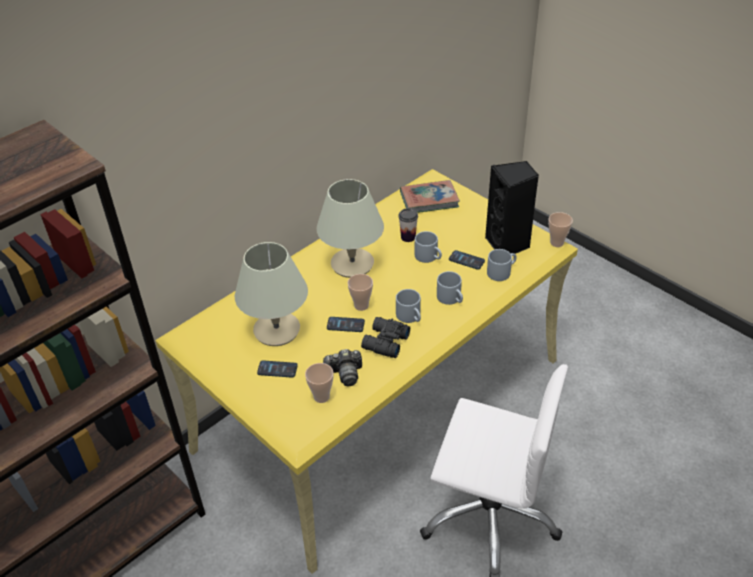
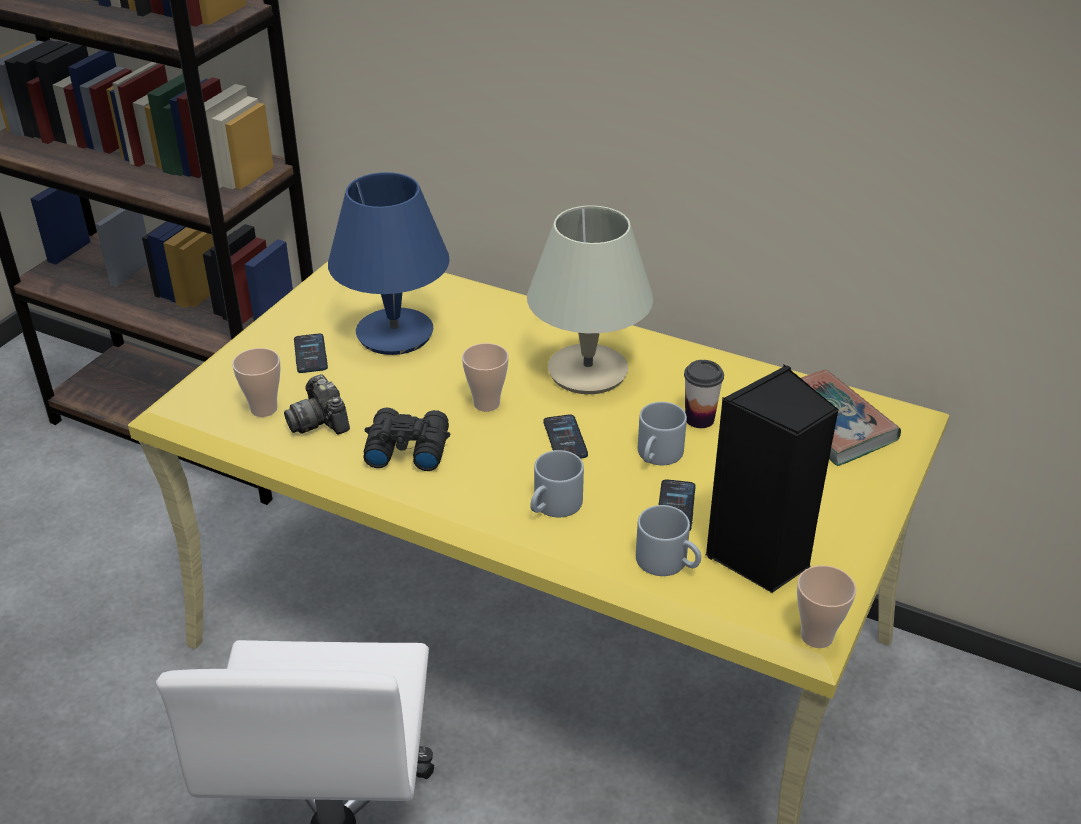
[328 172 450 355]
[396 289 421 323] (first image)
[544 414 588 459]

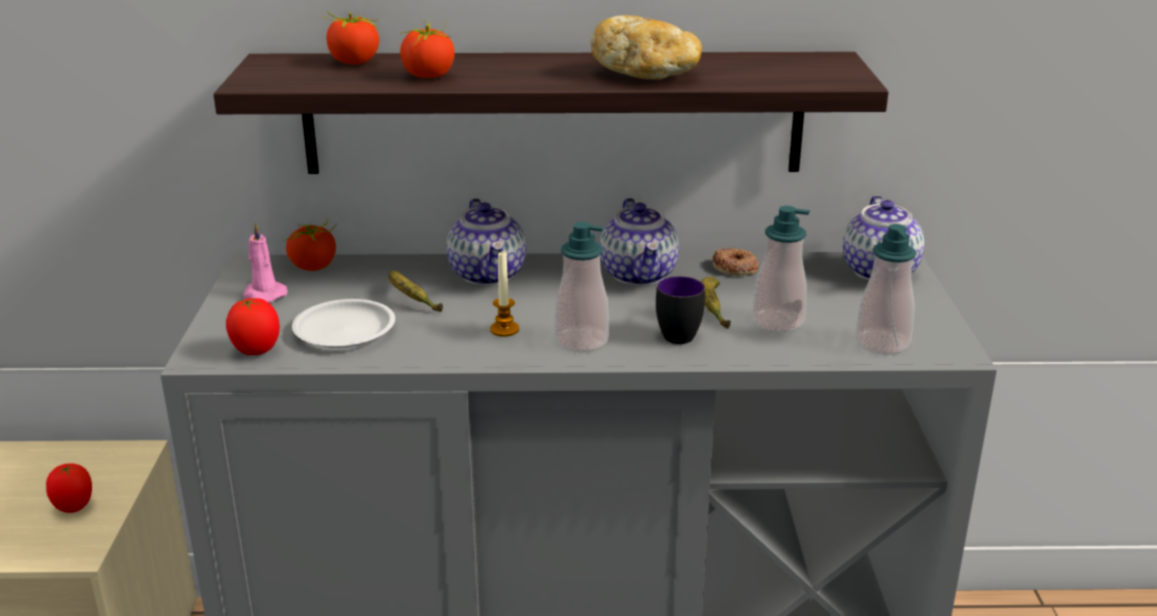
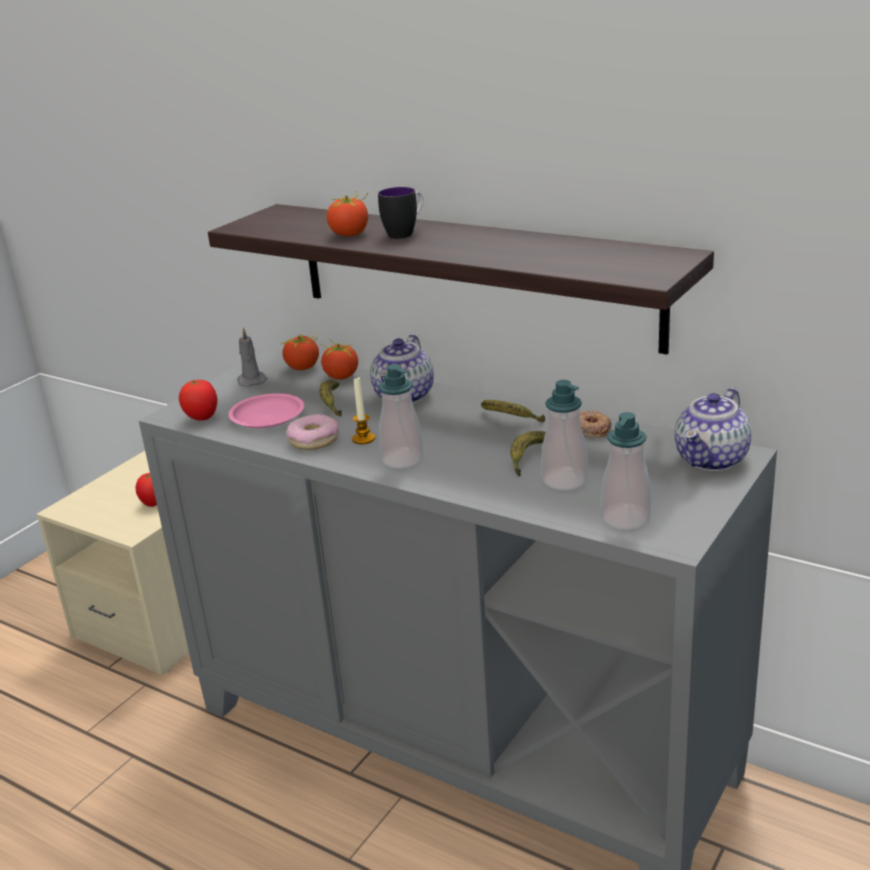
[319 338 358 380]
[591 15 702 80] (first image)
[481 400 545 422]
[237 327 268 387]
[378 187 423 239]
[229 393 304 428]
[286 414 339 450]

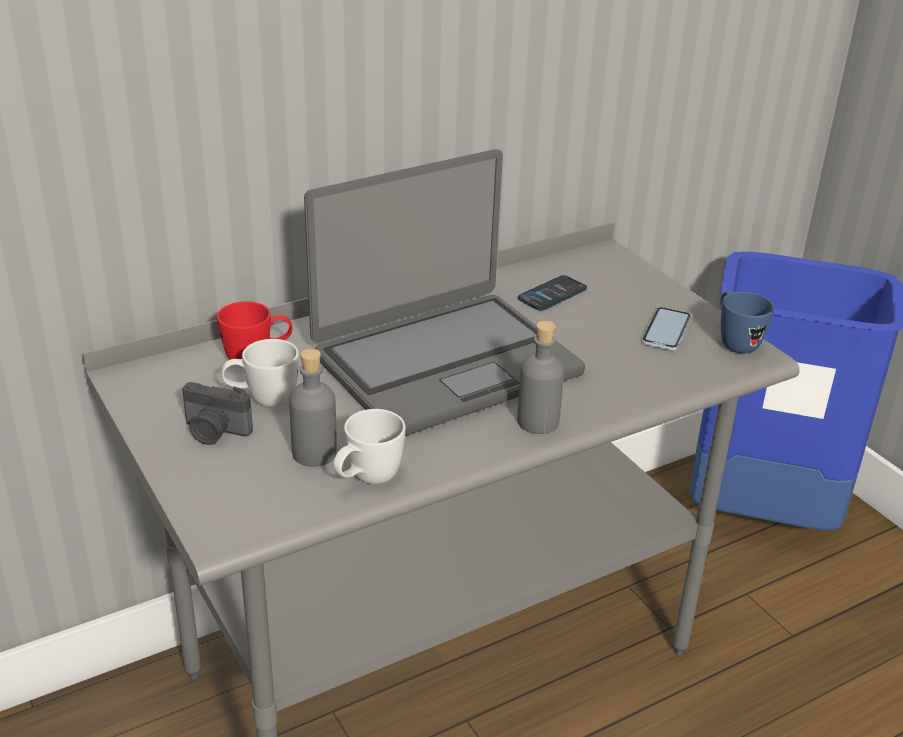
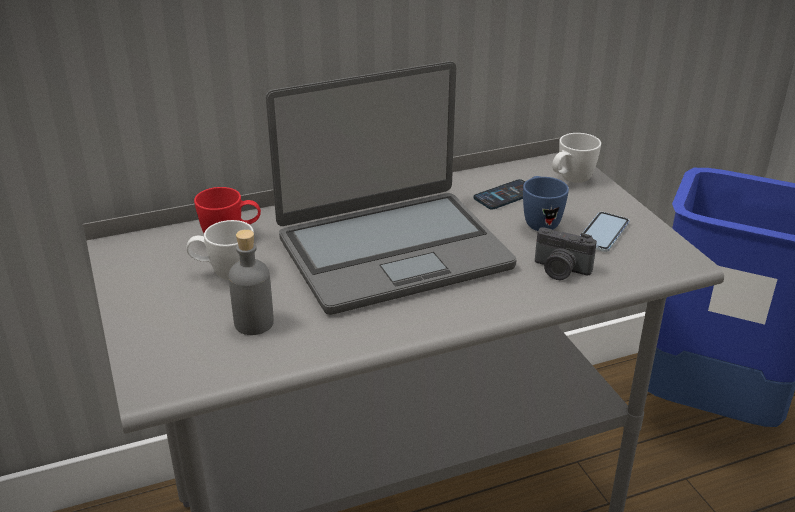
[523 176 569 231]
[517 321 564 434] (first image)
[535 227 597 280]
[552 133 601 183]

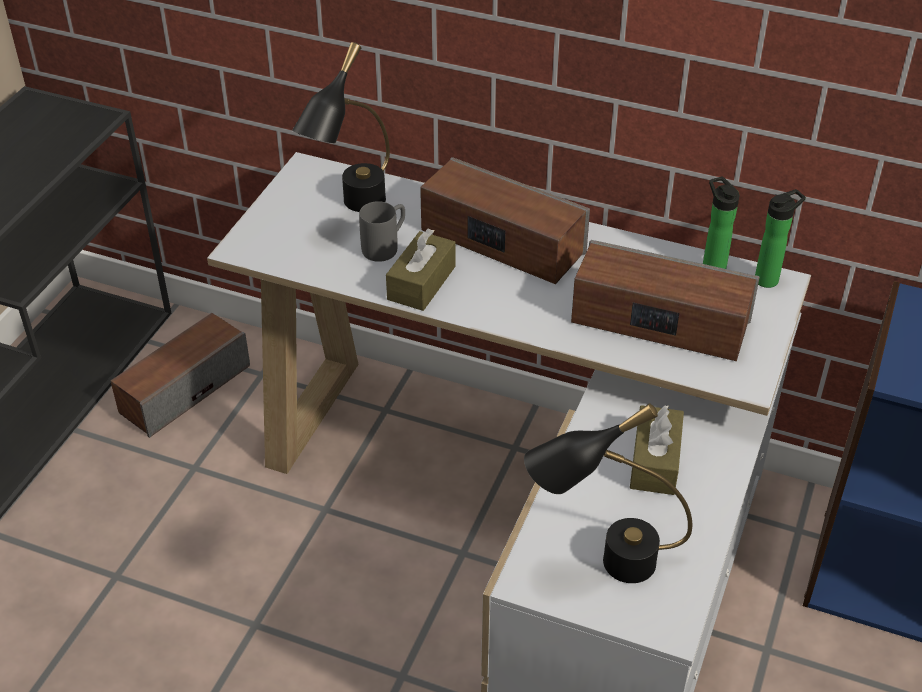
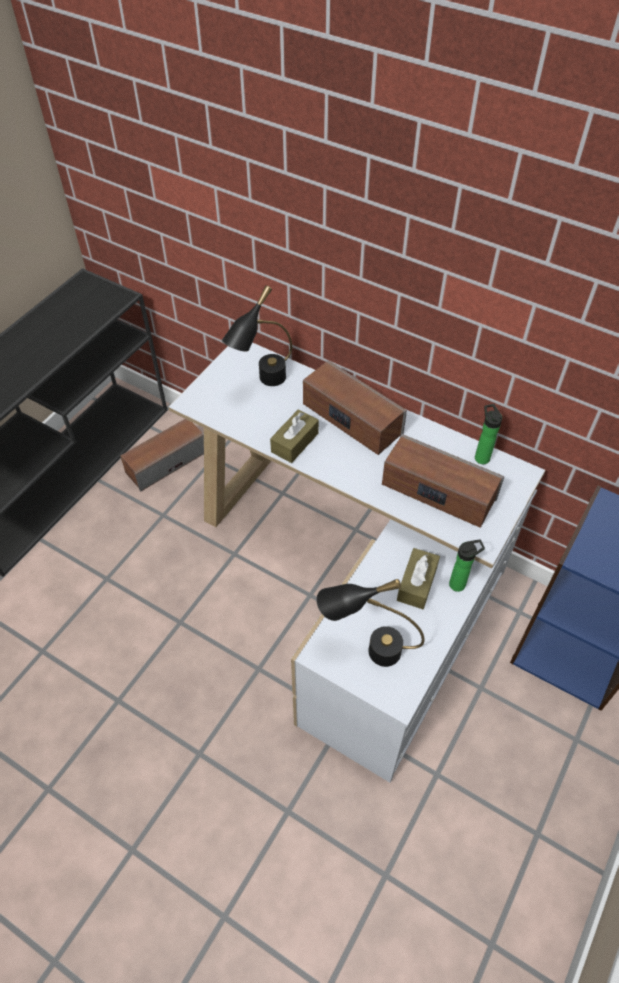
[449 539 485 592]
[359 201 405 262] (first image)

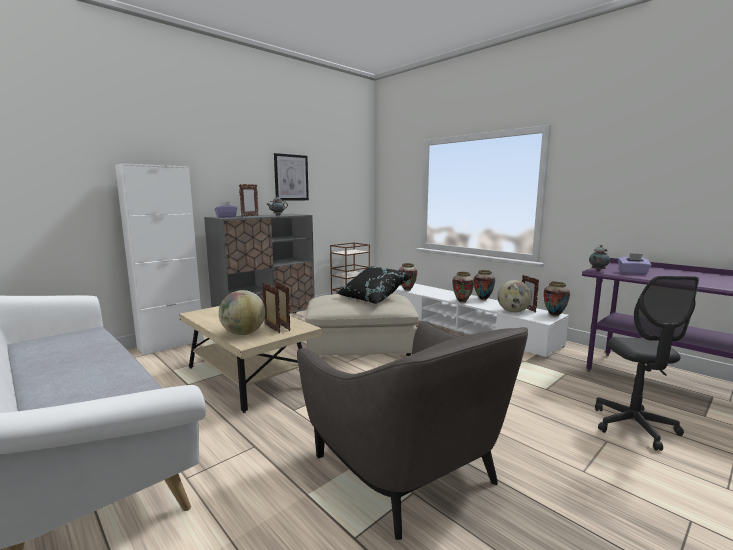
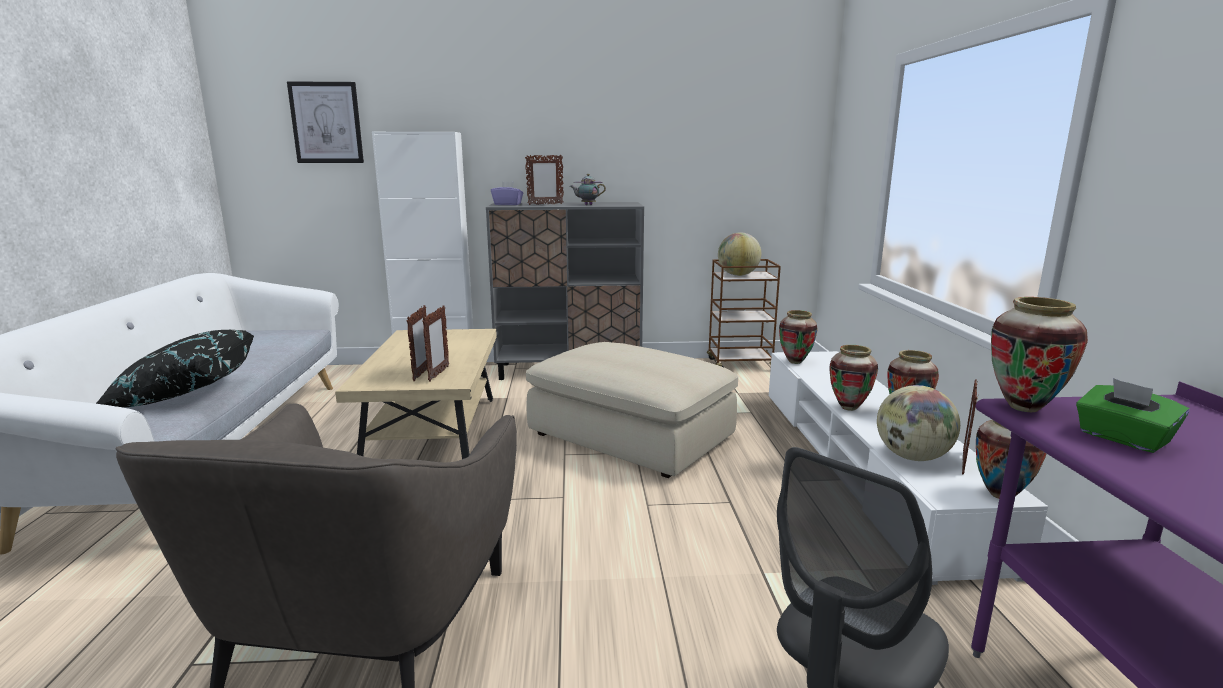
[287 81 364 163]
[991 297 1088 412]
[1076 378 1189 453]
[96 330 254 408]
[718 232 761 276]

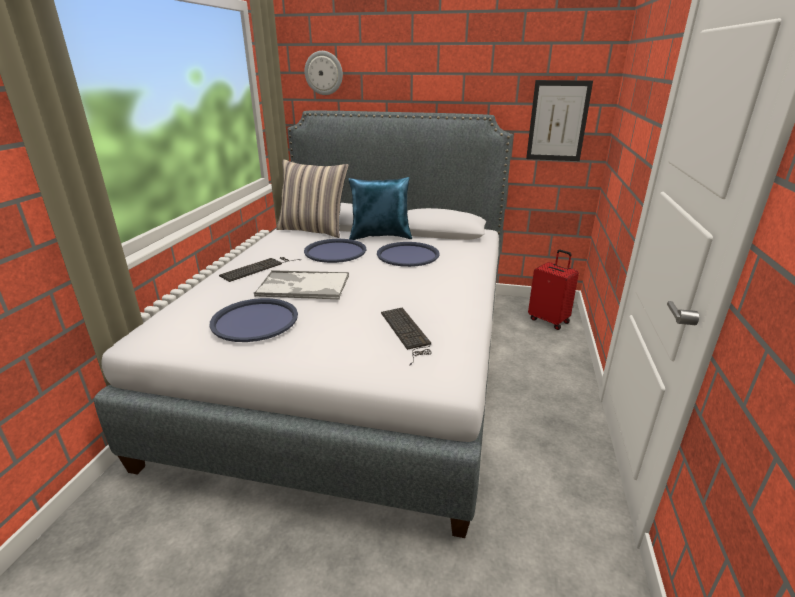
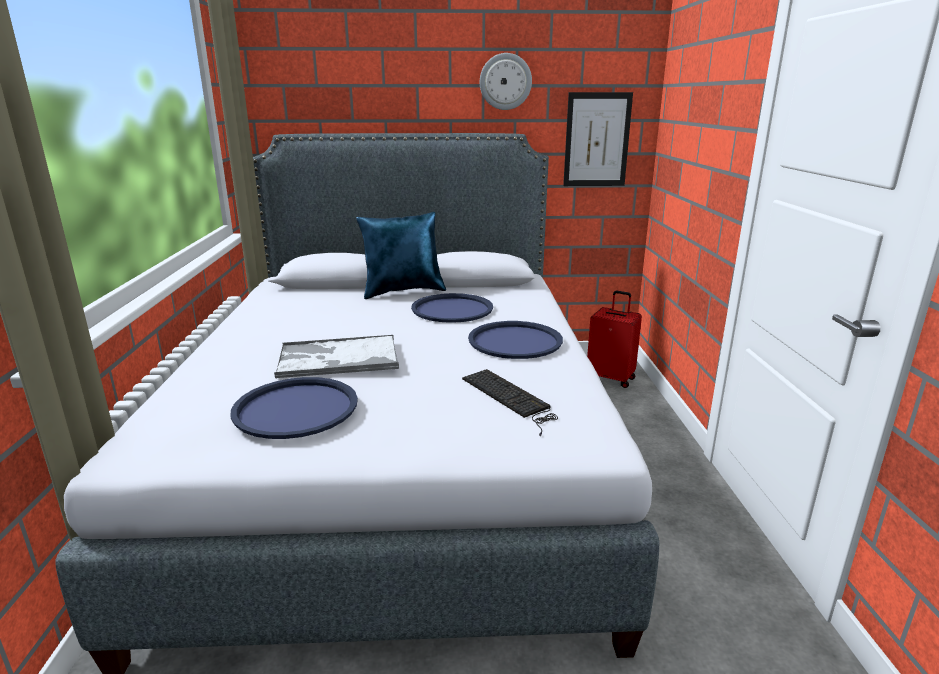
[480 53 532 110]
[276 159 349 238] (first image)
[468 321 563 359]
[219 257 301 282] (first image)

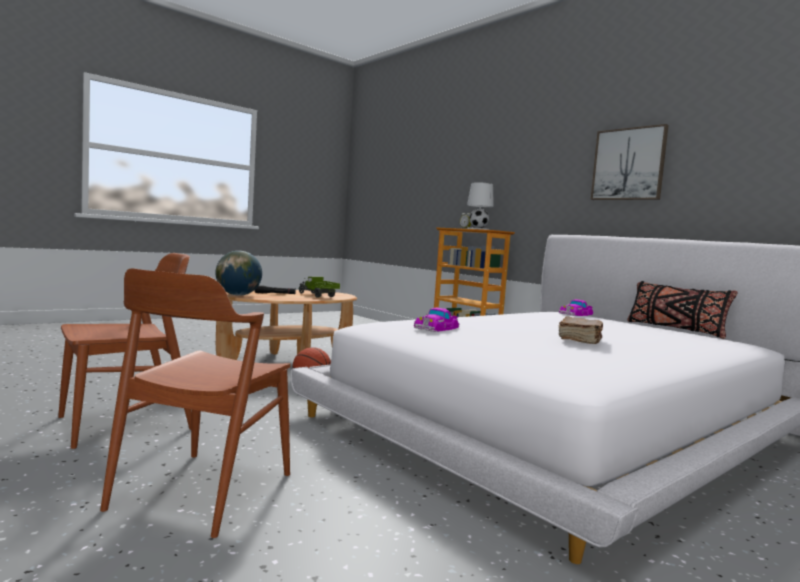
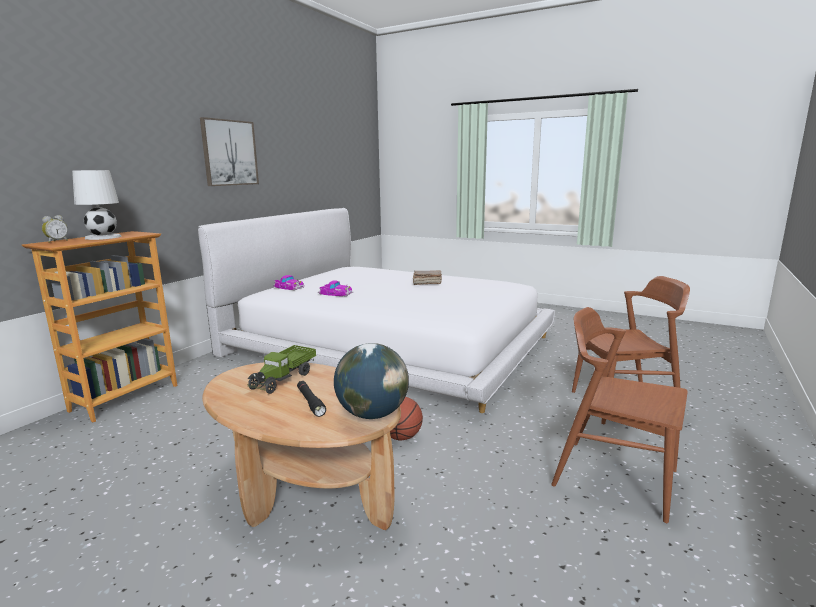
[627 281 738 339] (first image)
[318 281 353 296]

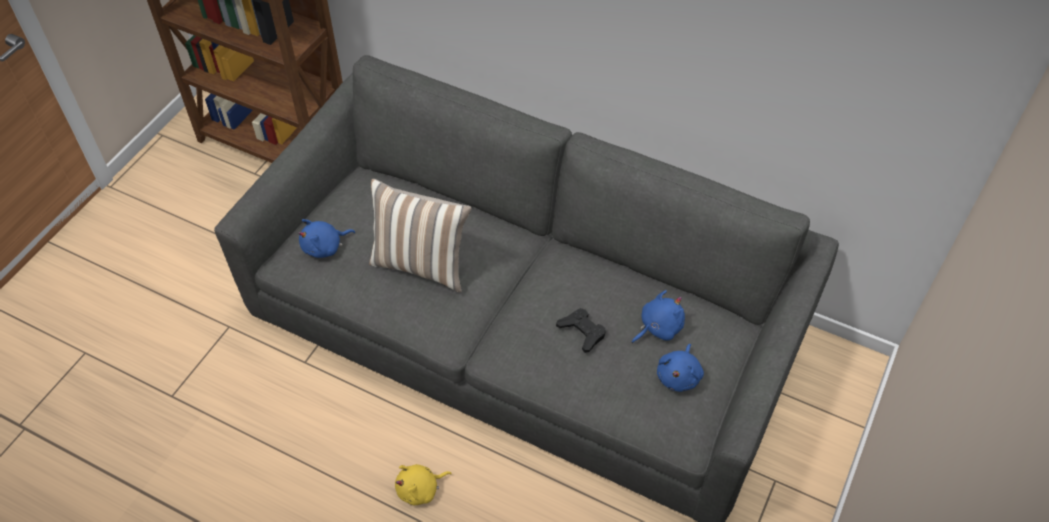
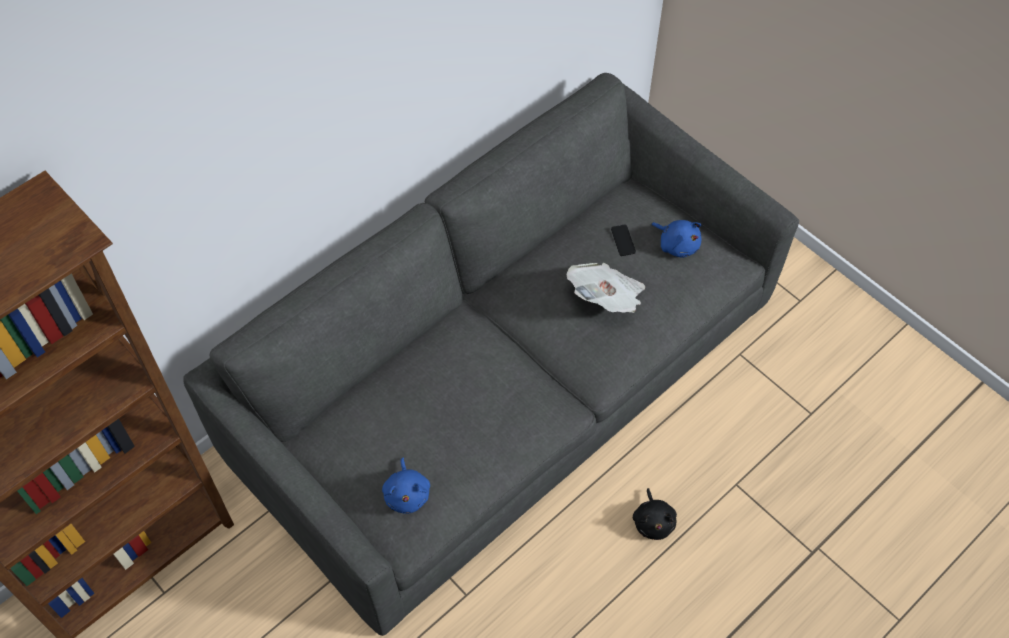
[369 179 472 293] (first image)
[611 225 636 256]
[567 263 645 313]
[633 488 677 540]

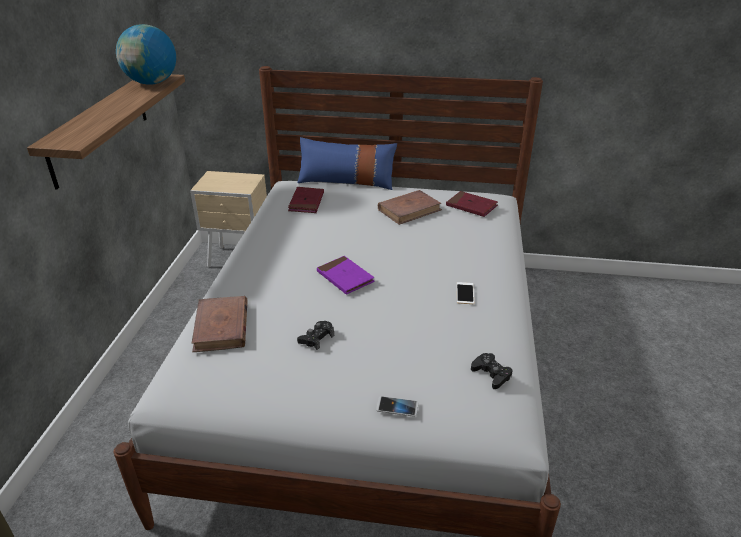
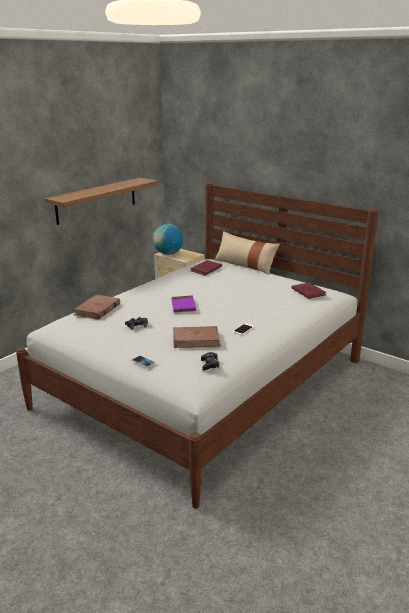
[153 224 183 255]
[214 231 280 275]
[173 326 221 348]

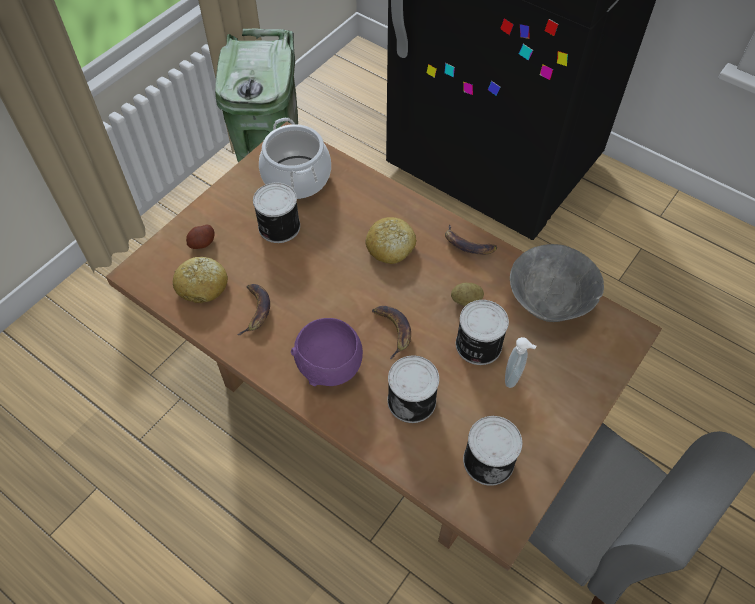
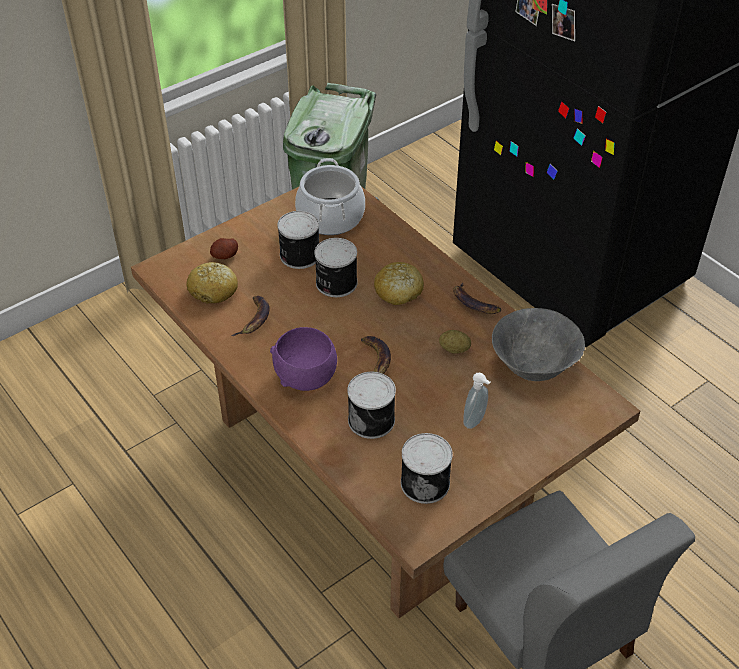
[314 238 357 297]

